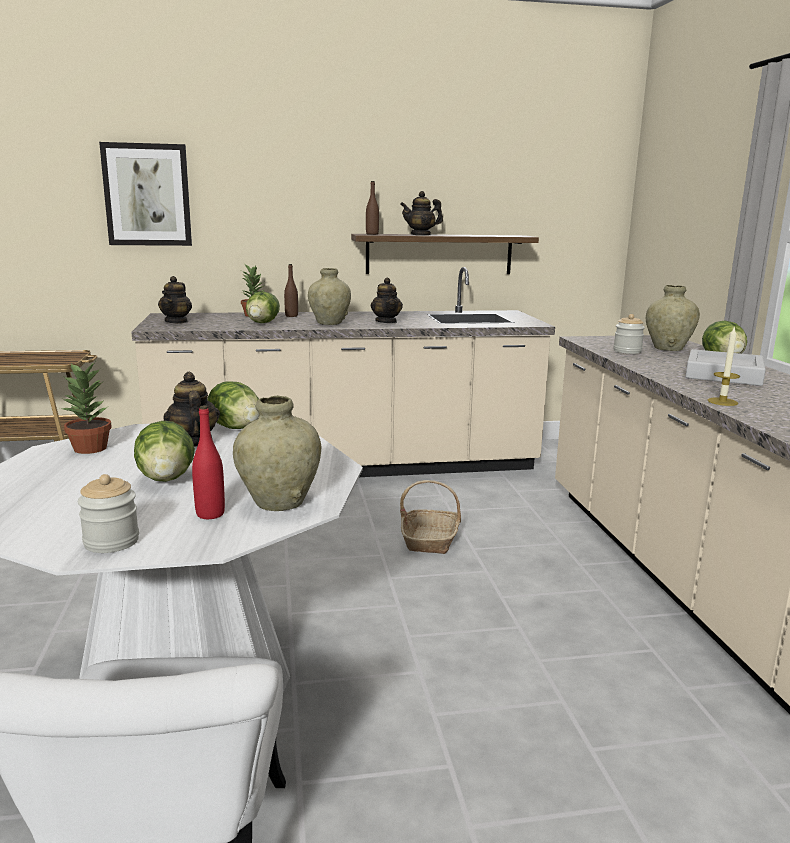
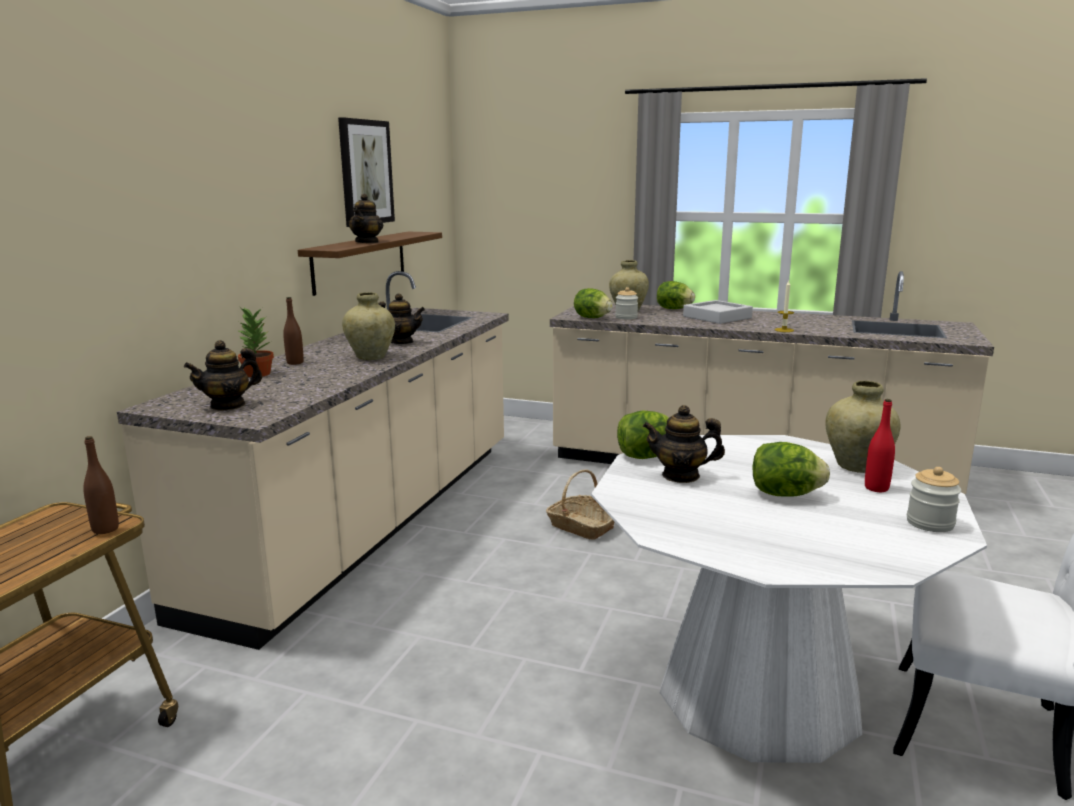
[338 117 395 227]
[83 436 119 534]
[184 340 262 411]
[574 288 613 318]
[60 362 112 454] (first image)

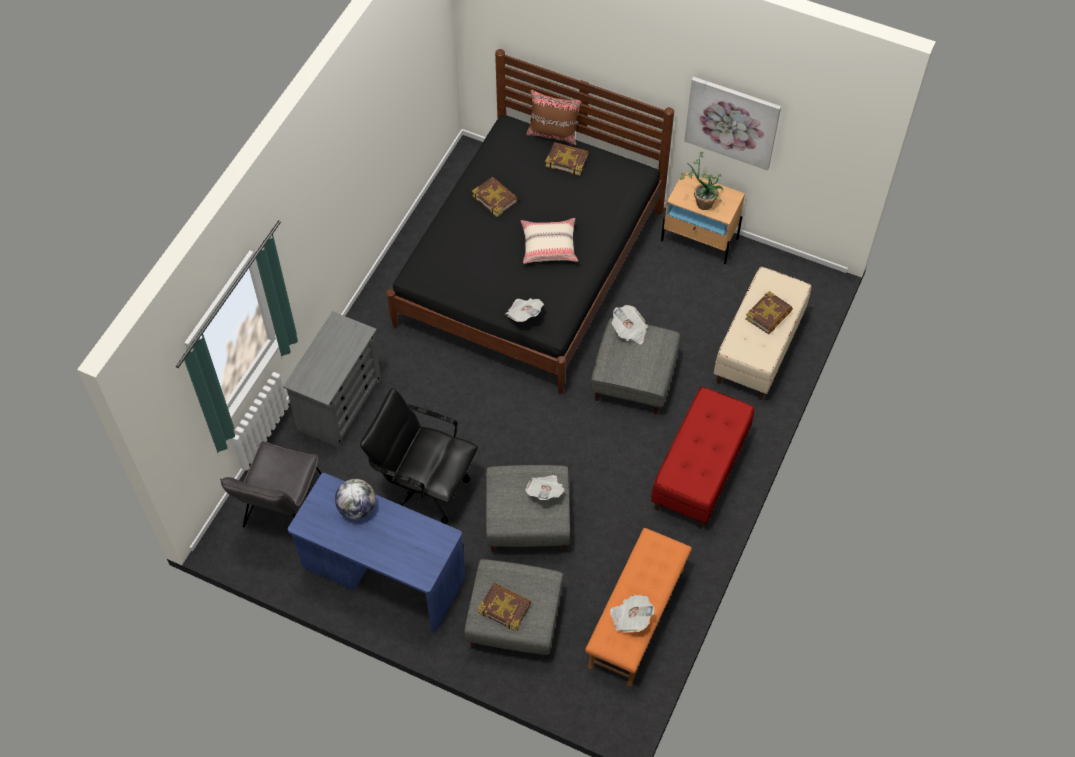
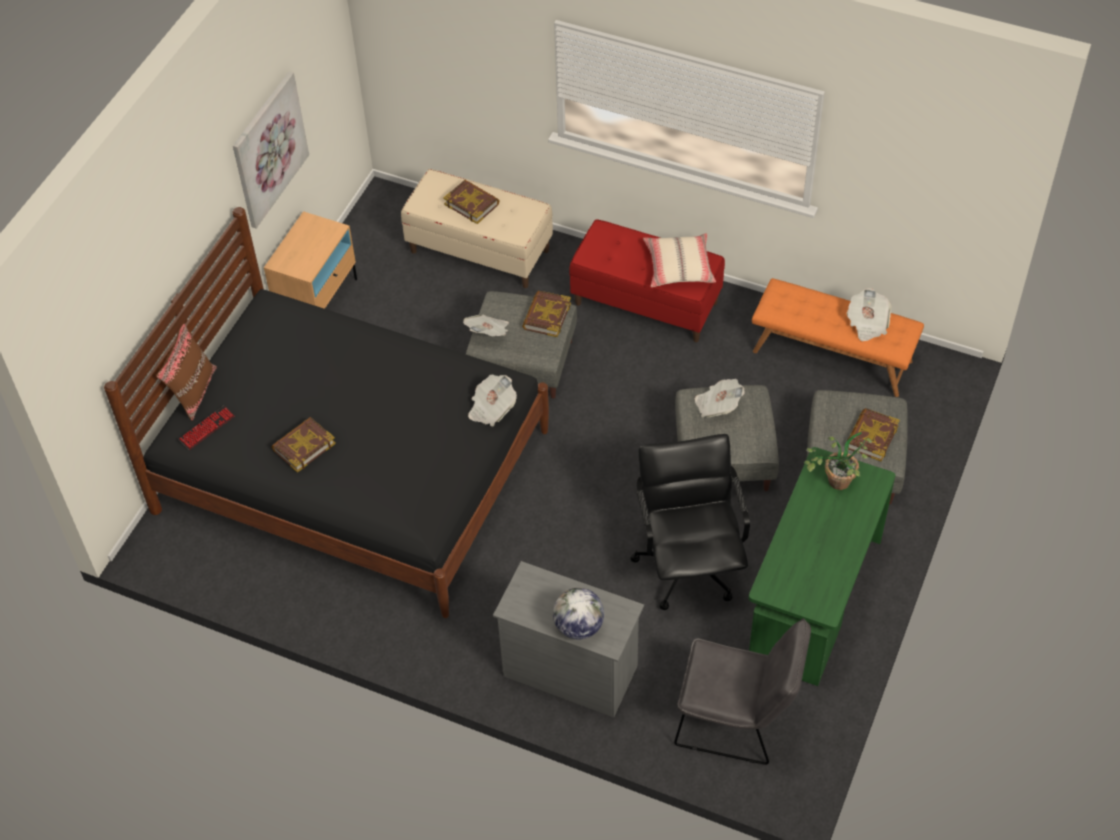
[522 290 571 337]
[804 432 872 490]
[643 233 716 287]
[630 434 750 610]
[748 447 896 686]
[553 588 604 640]
[179 406 235 450]

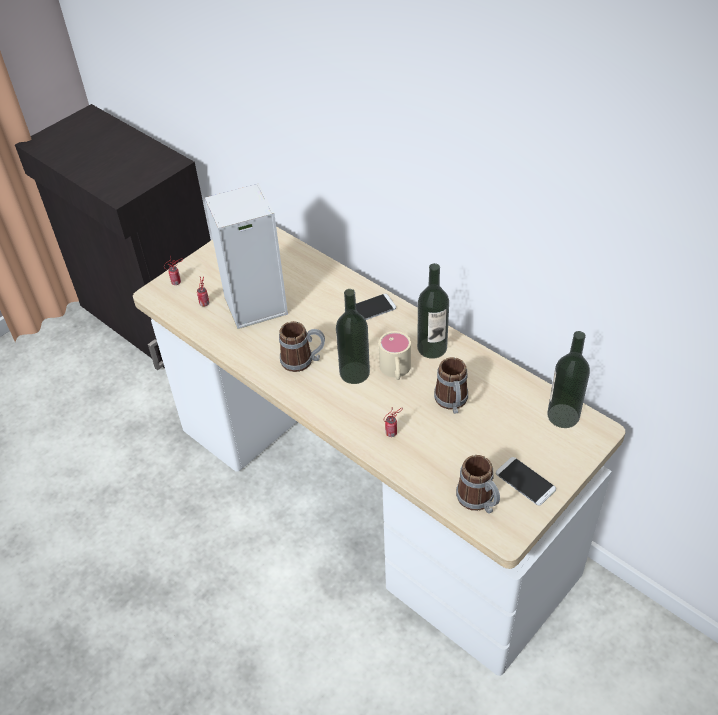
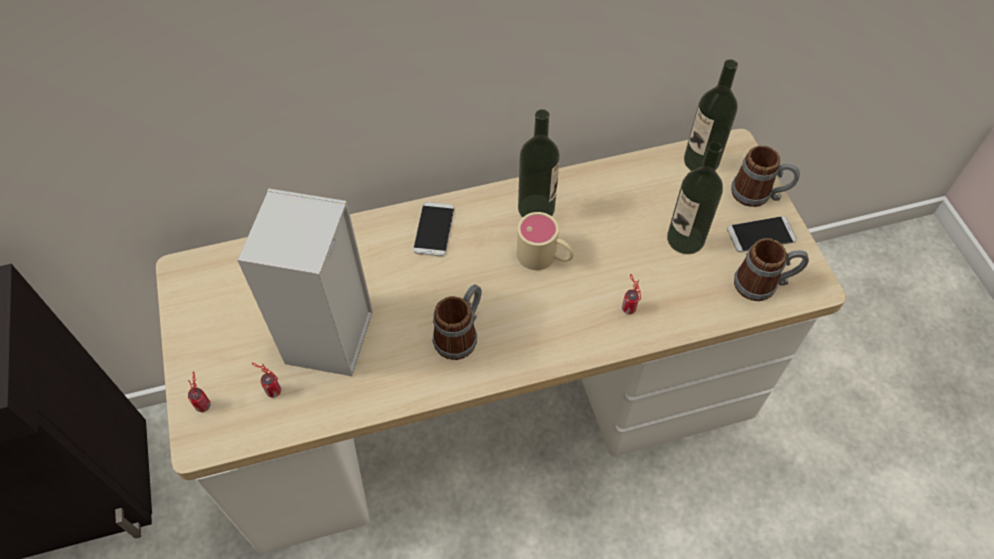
[667 142 723 254]
[731 145 800 207]

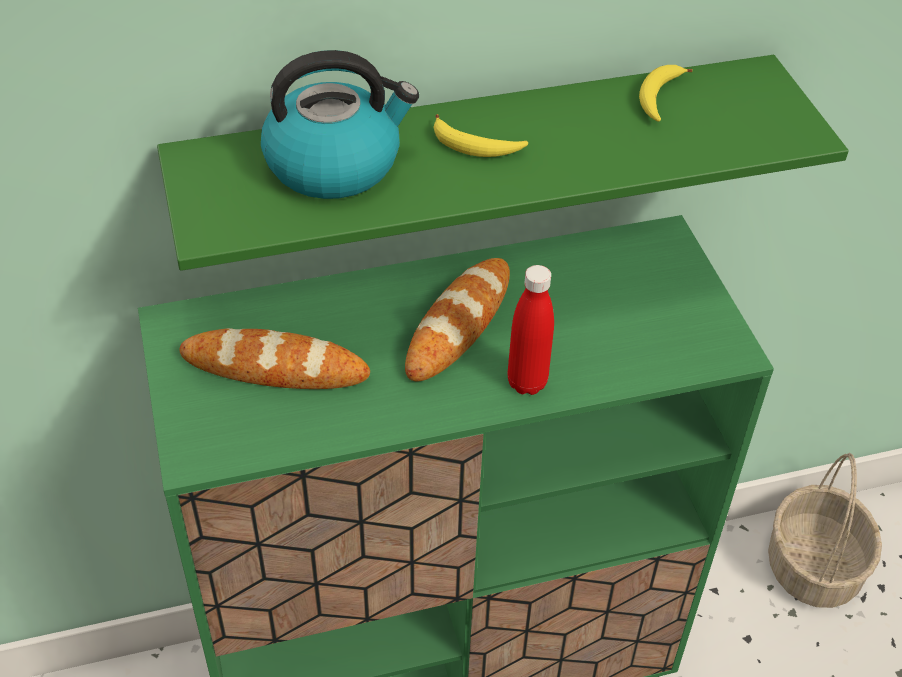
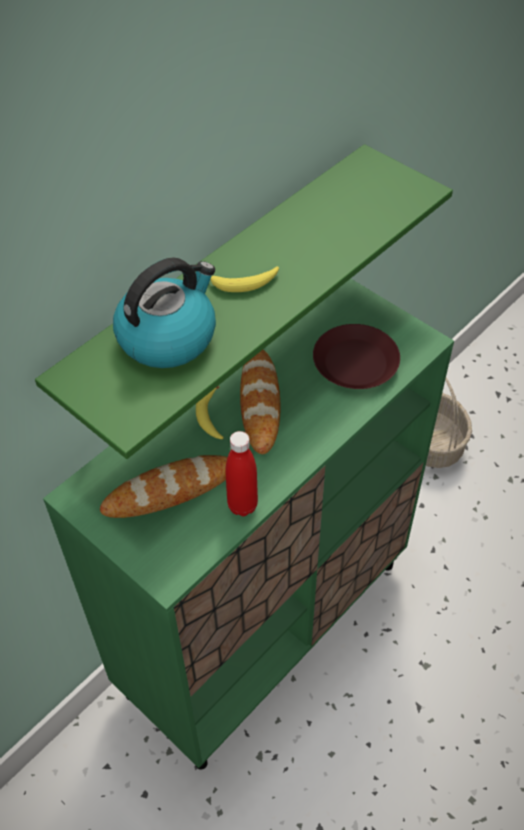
[196 386 224 439]
[226 431 258 516]
[313 324 400 389]

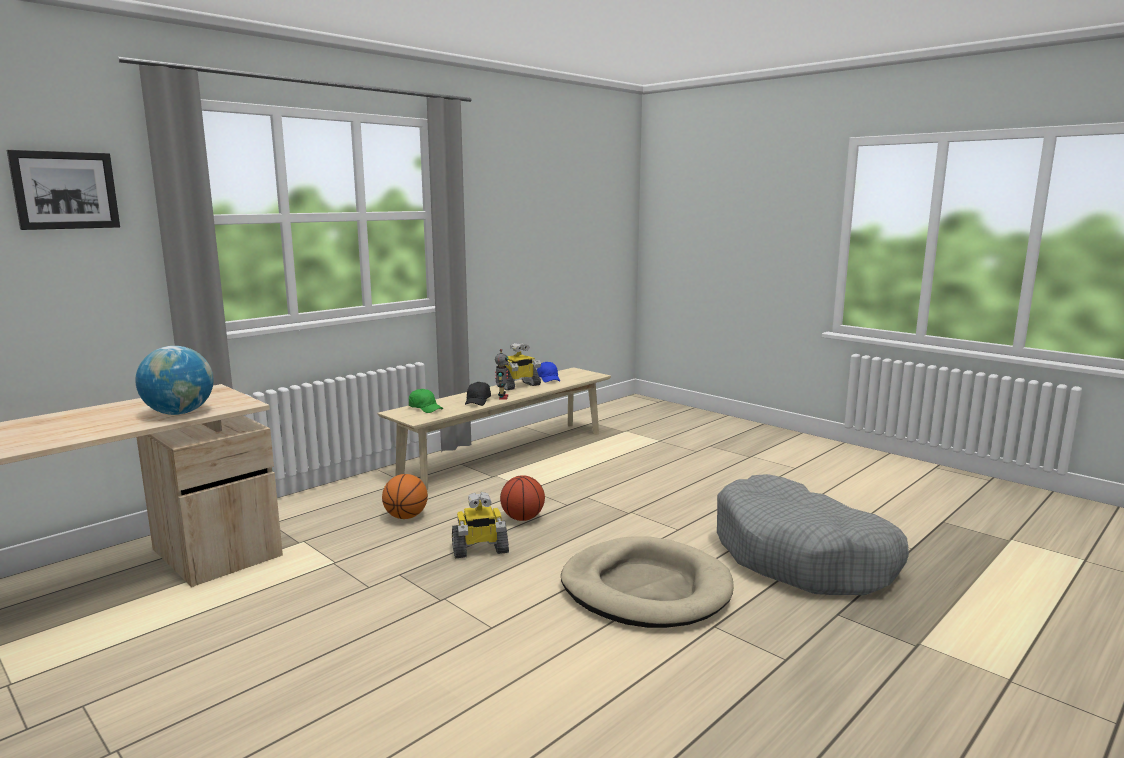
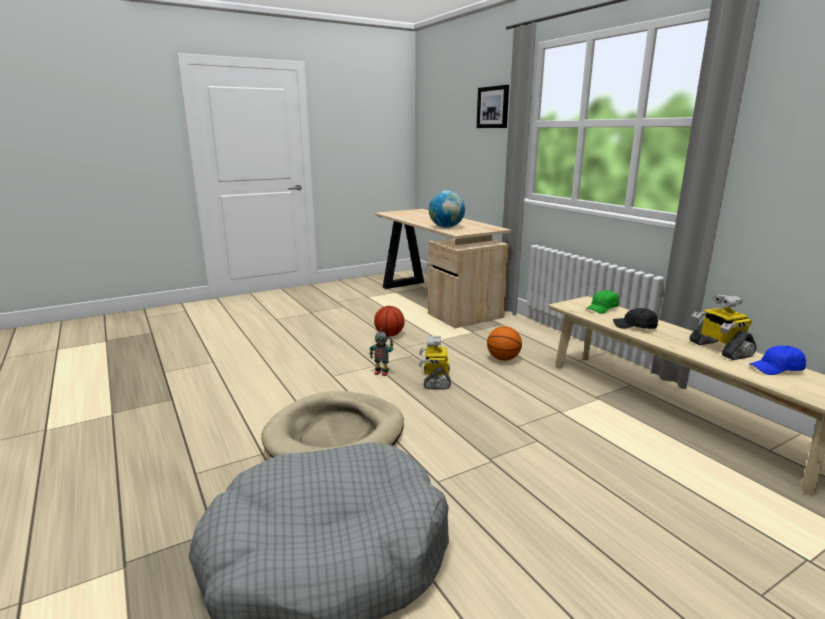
[369 328 394 376]
[374 306 404 337]

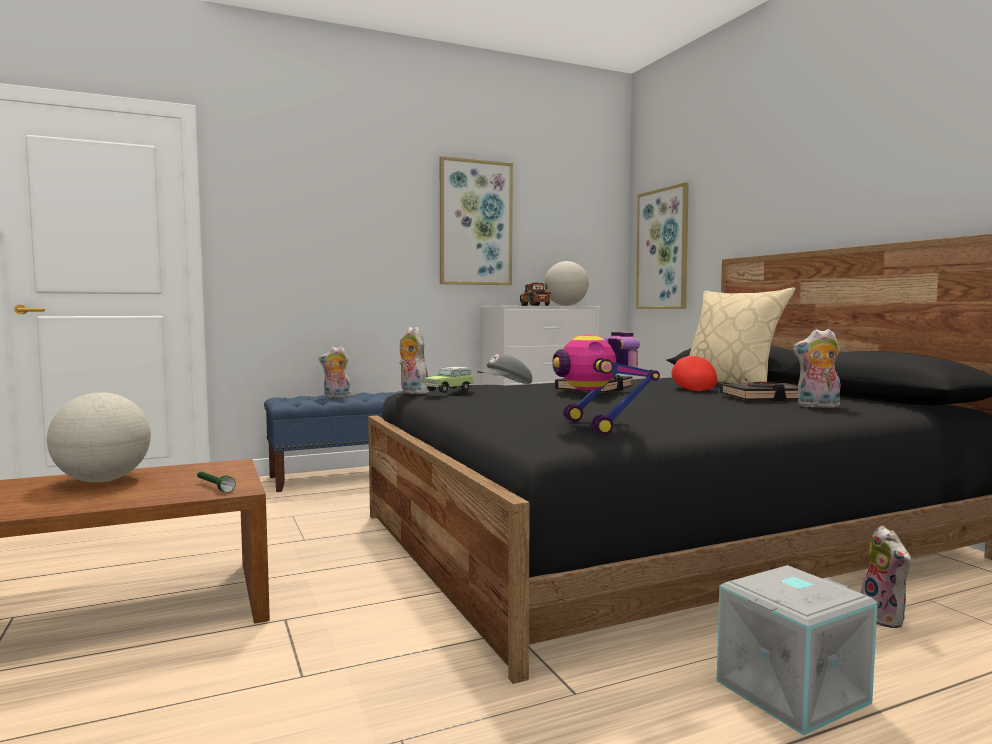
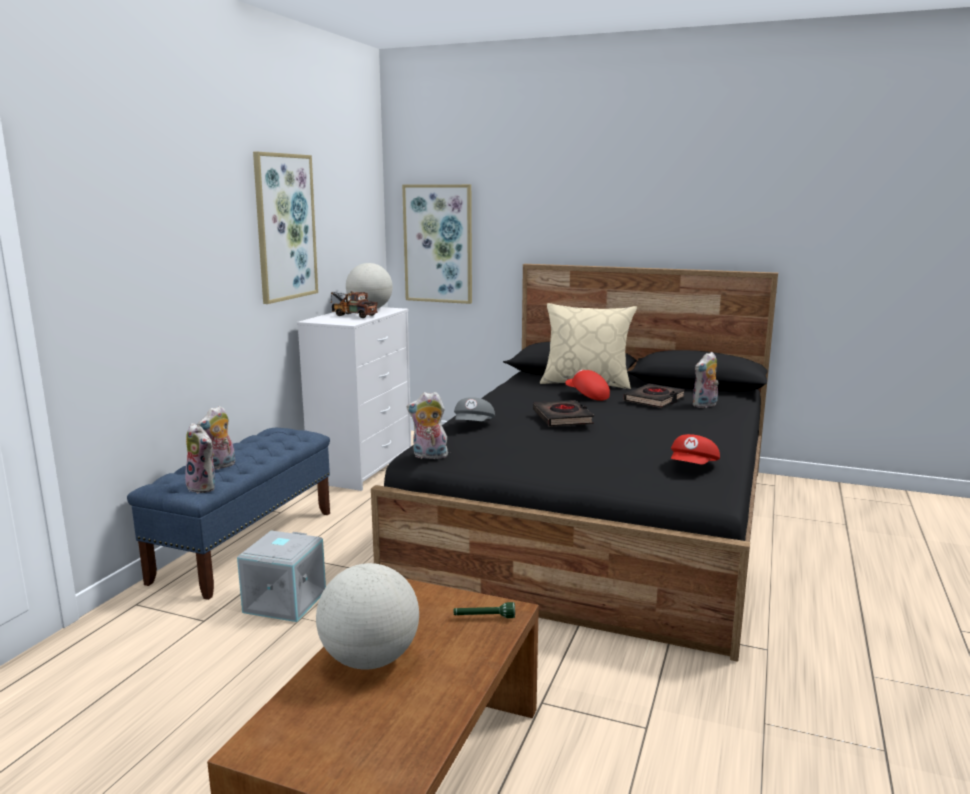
[671 434 720 464]
[424 367 474 393] (first image)
[185 423 215 493]
[237 530 326 622]

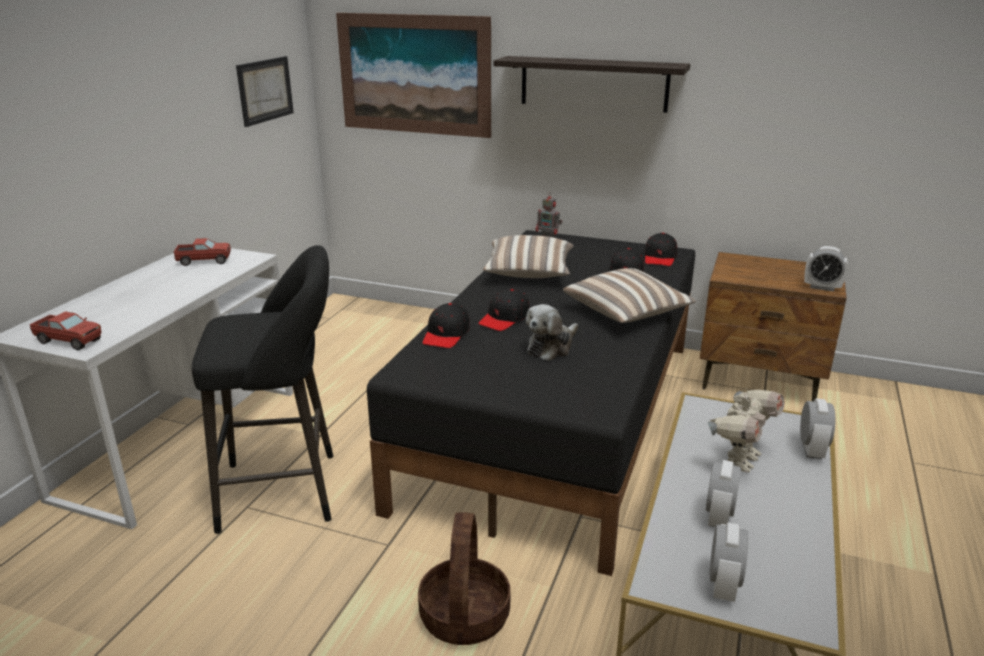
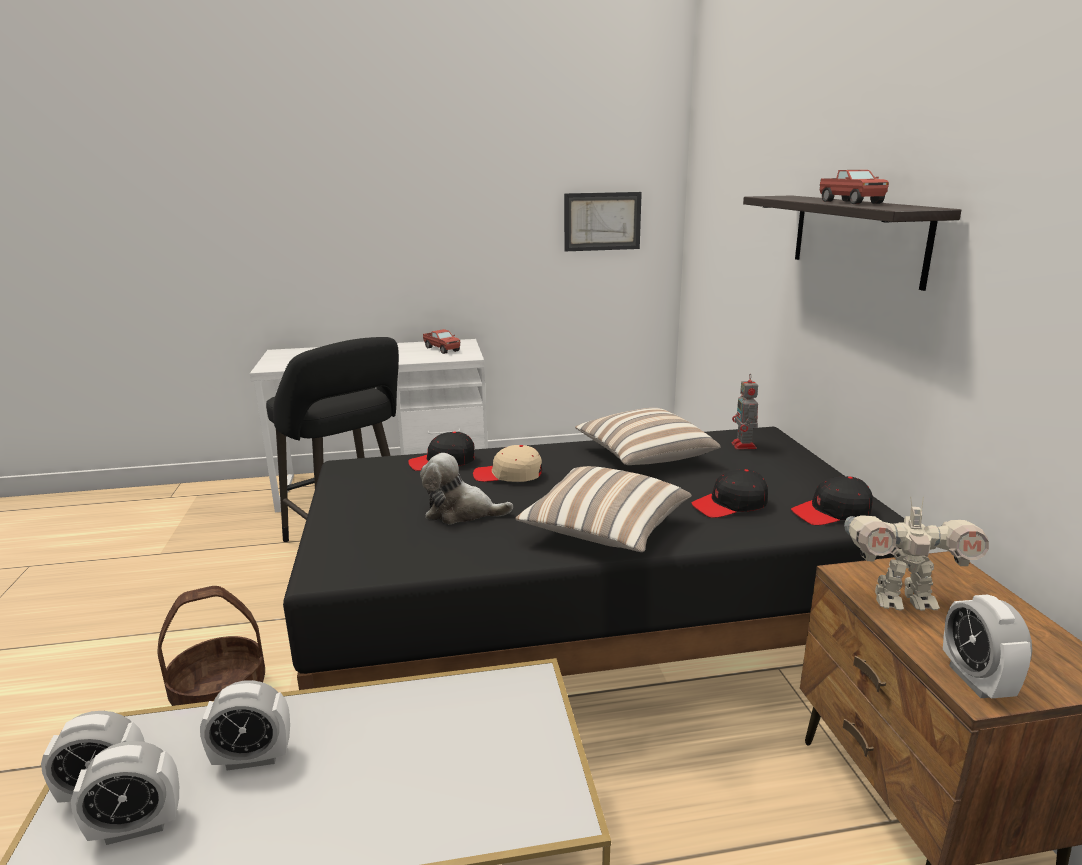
[336 13 491 138] (first image)
[473 445 542 482]
[820 170 889 204]
[844 496 989 611]
[71 741 179 845]

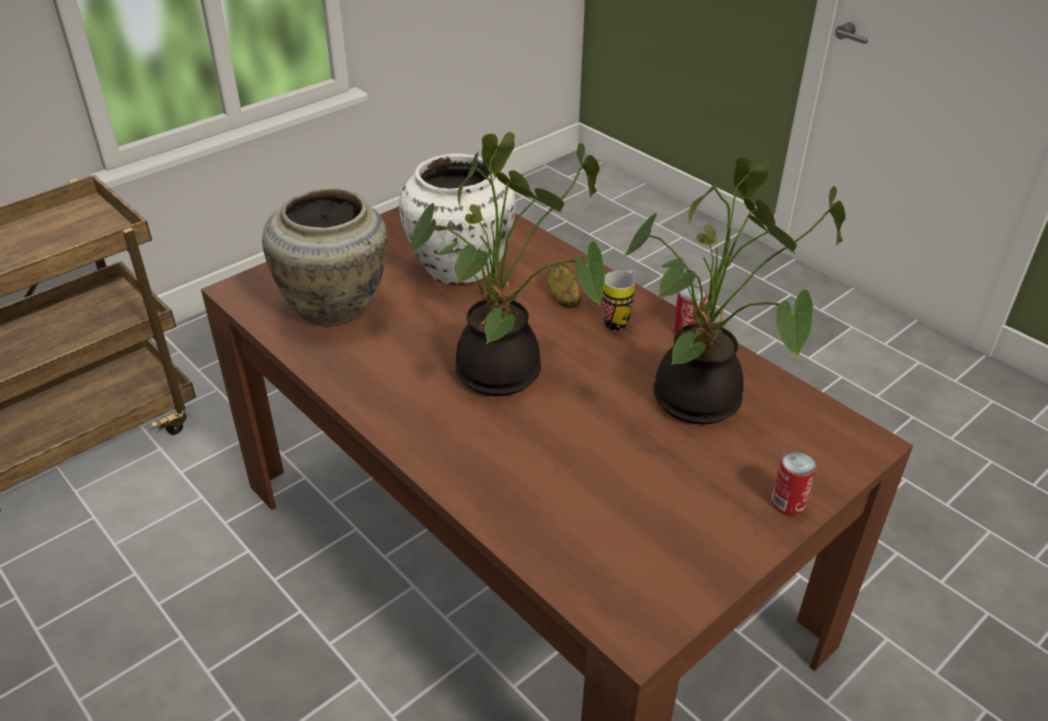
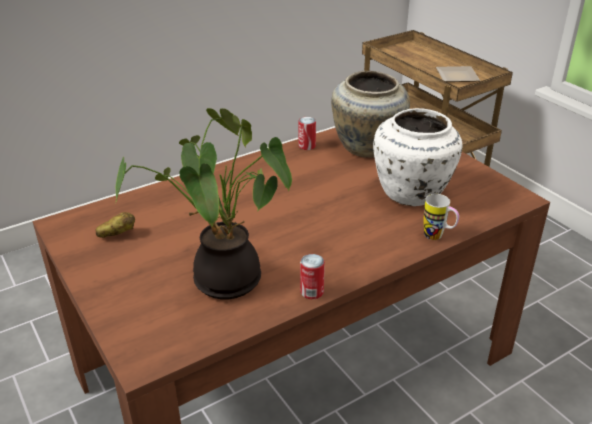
[408 132 605 396] (first image)
[96 212 135 238]
[424 194 459 240]
[299 117 316 150]
[436 66 480 82]

